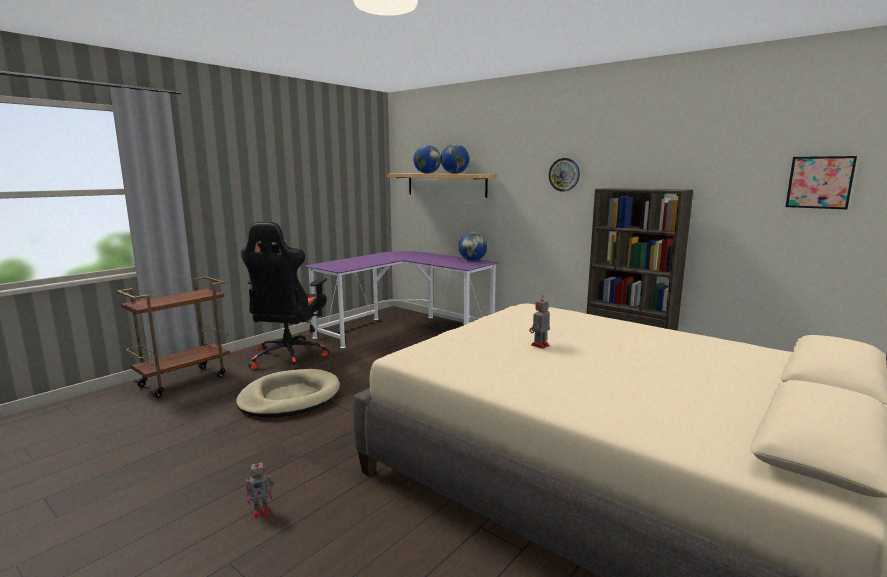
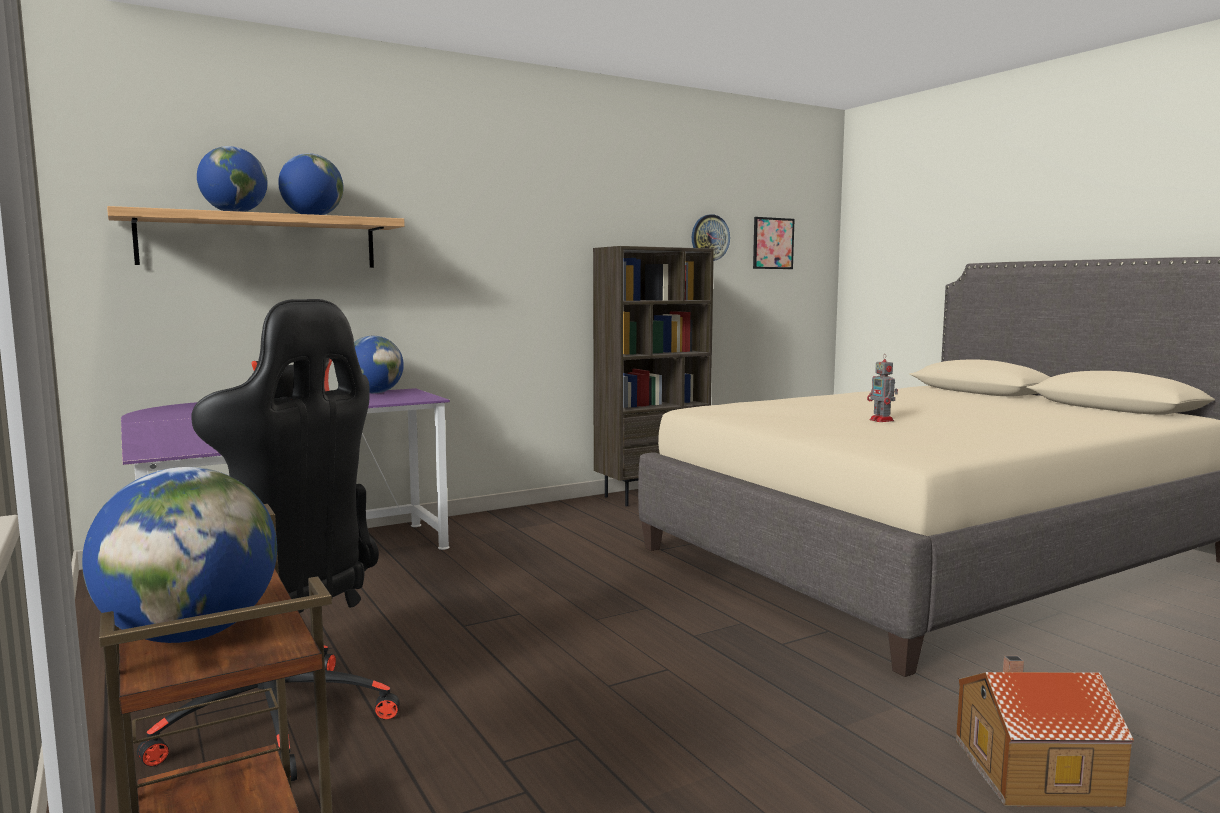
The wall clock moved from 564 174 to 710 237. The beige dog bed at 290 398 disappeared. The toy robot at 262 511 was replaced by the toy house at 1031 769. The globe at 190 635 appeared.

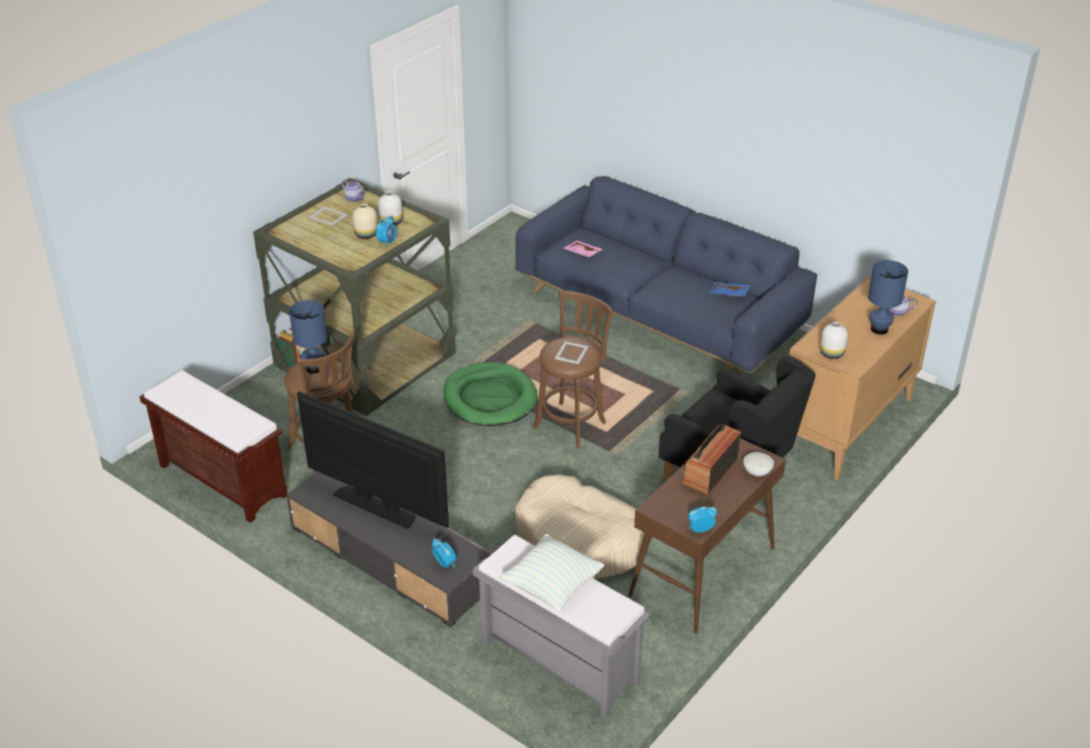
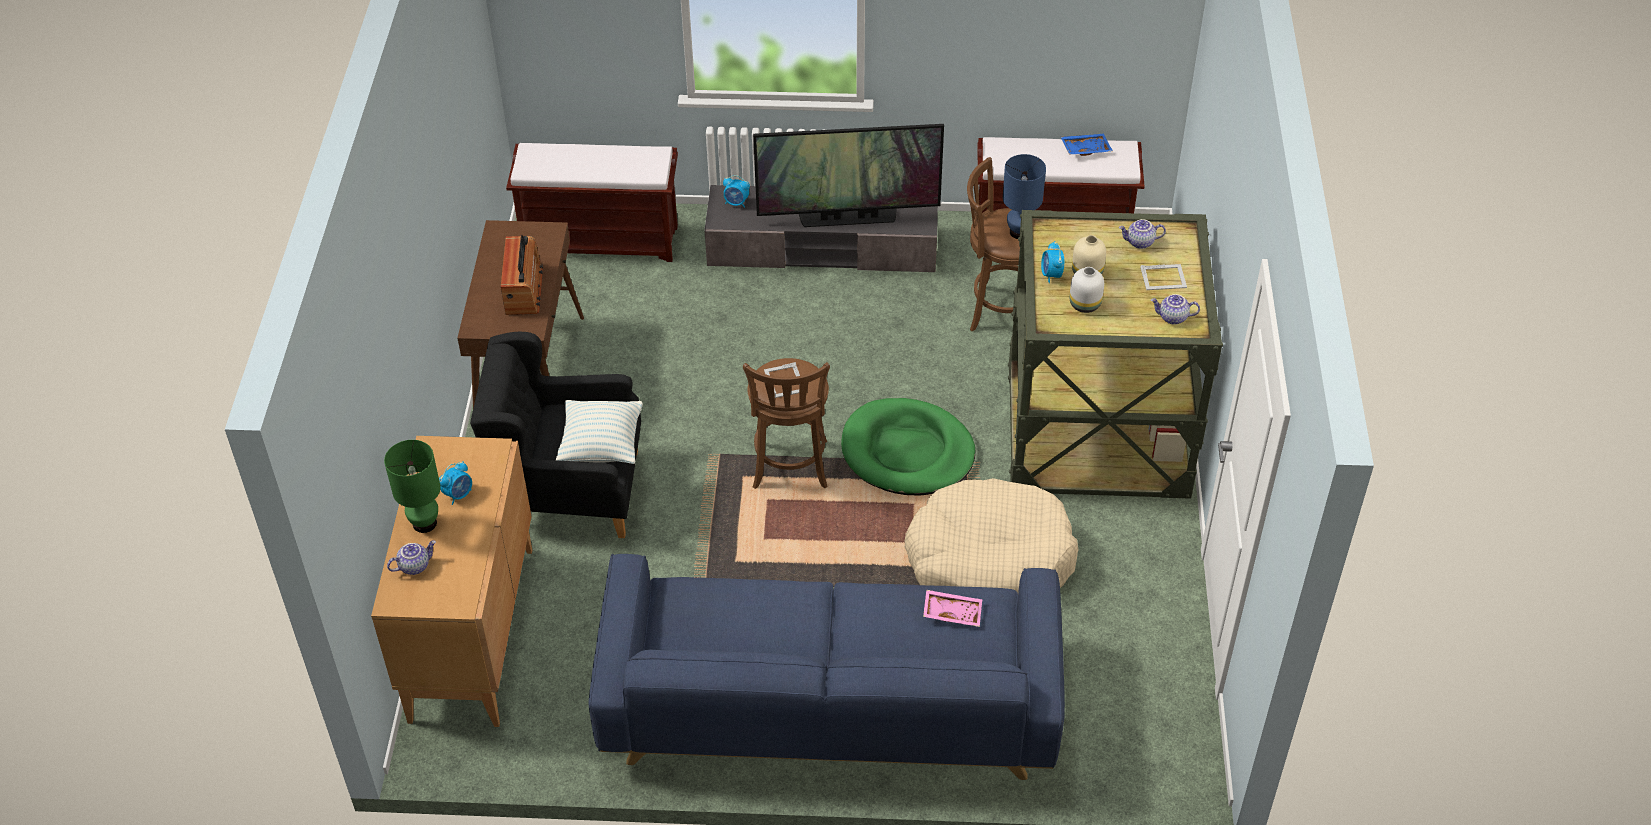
The blue table lamp at 878 329 became the green table lamp at 425 523. The blue tray moved from 729 294 to 1085 149. The white vase at 831 354 disappeared. The white bowl at 757 472 disappeared. The beige dog bed moved from 580 540 to 989 559. The alarm clock moved from 700 529 to 459 494. The pillow moved from 552 586 to 601 446. The grey bench at 557 661 became the brown bench at 602 240. The teapot at 1140 243 appeared.

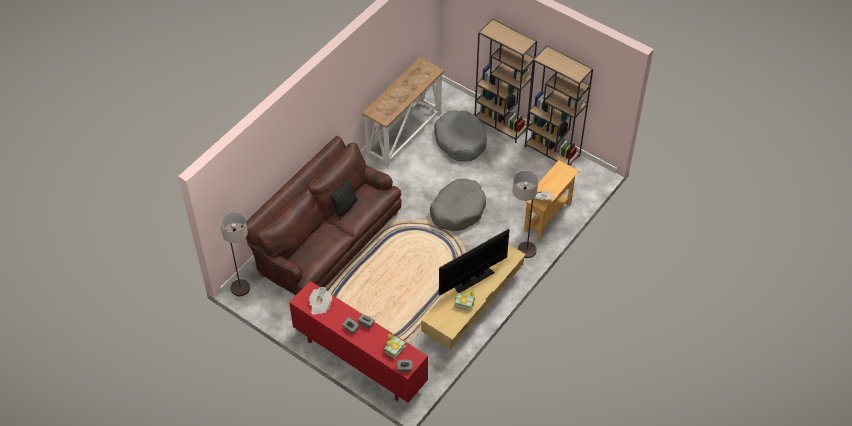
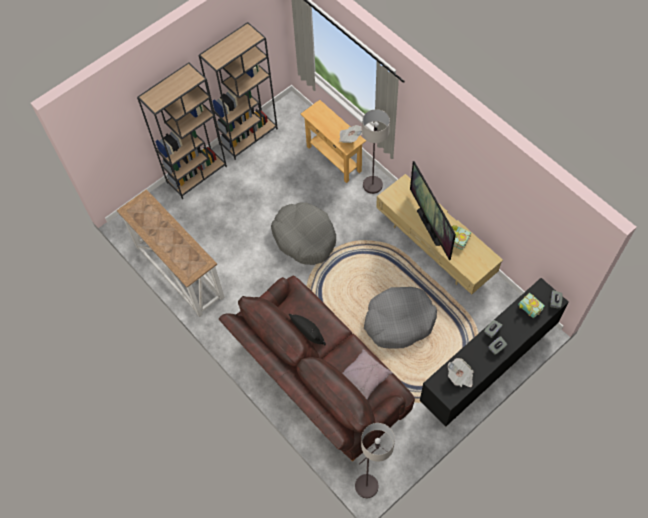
The grey dog bed moved from 460 141 to 399 321. The red cabinet at 359 361 became the black cabinet at 488 368. The purple pillow at 365 377 appeared.

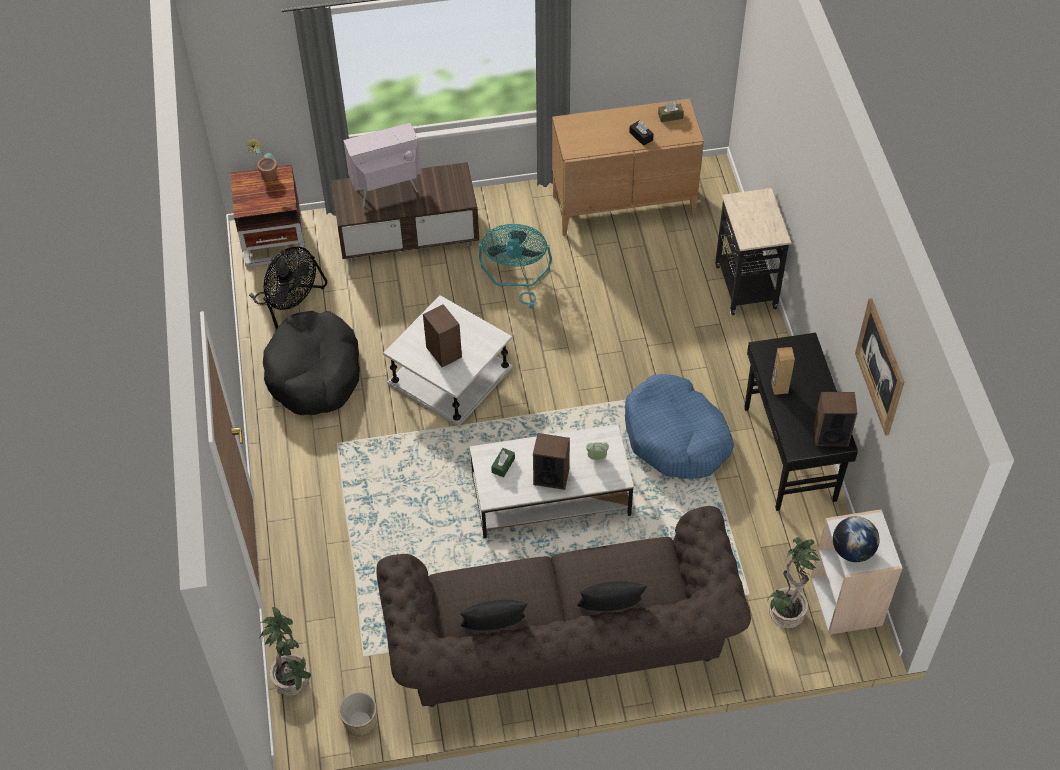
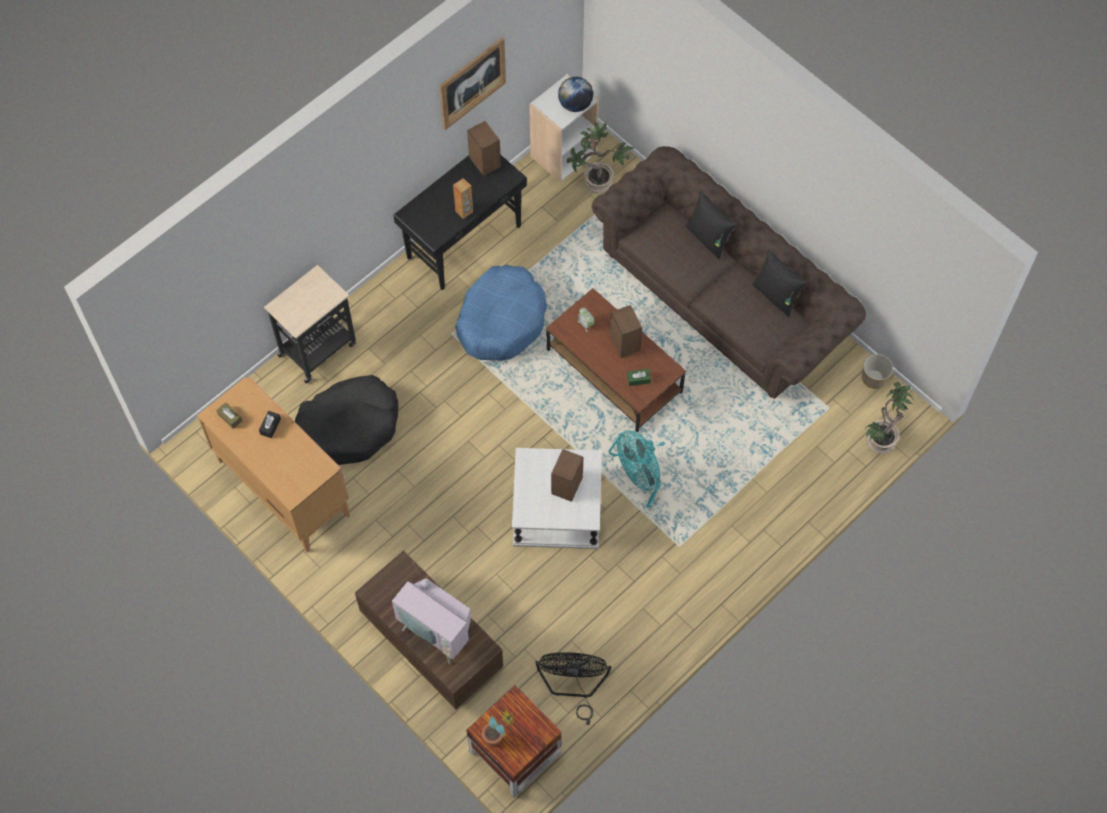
The turquoise fan moved from 517 278 to 641 472. The black dog bed moved from 314 373 to 349 426. The white coffee table at 551 496 became the brown coffee table at 614 370.

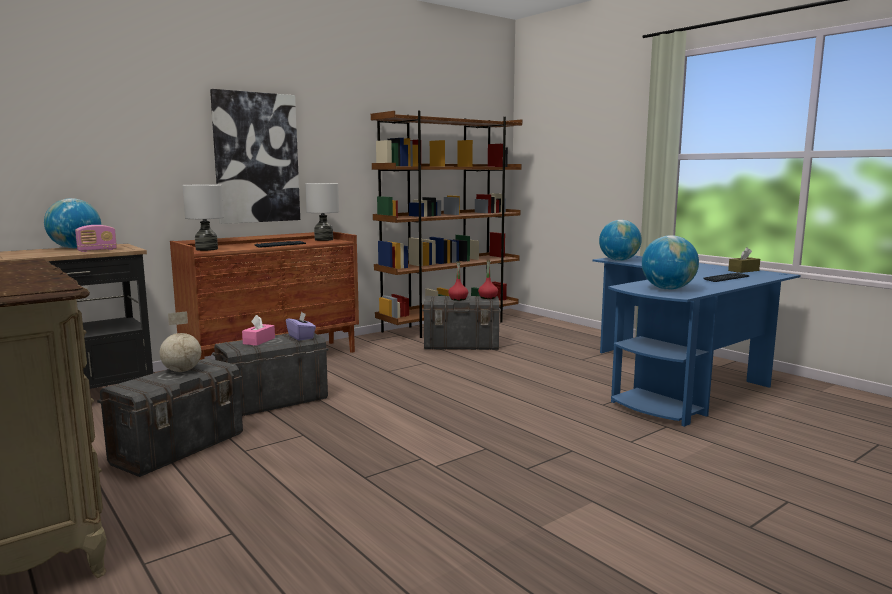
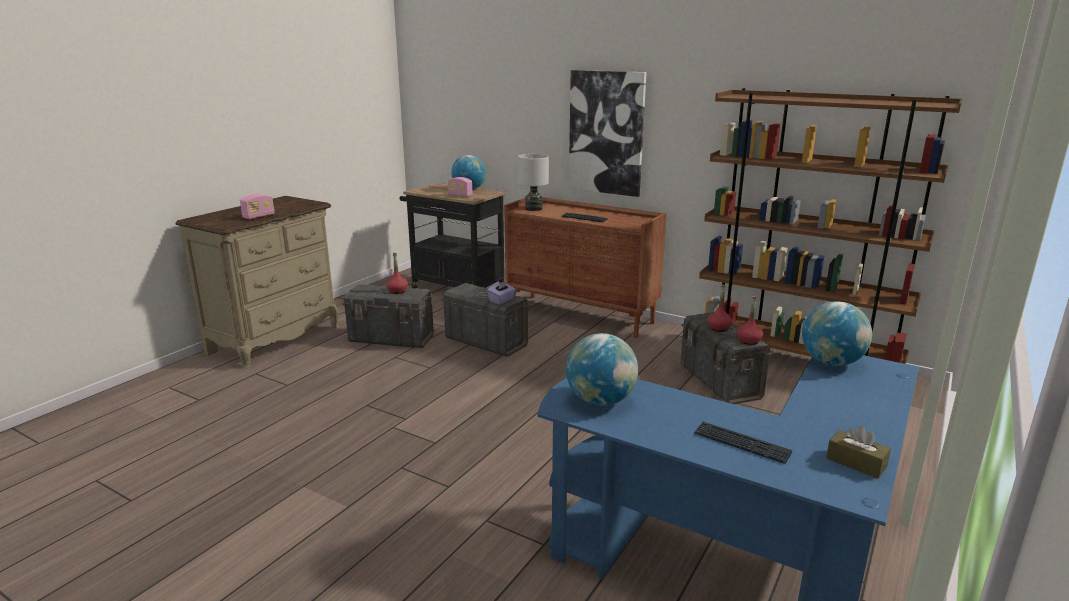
The grey table lamp at 324 240 disappeared. The globe at 181 371 was replaced by the red bottle at 397 291. The pink tissue box at 259 341 disappeared. The radio at 258 216 appeared.

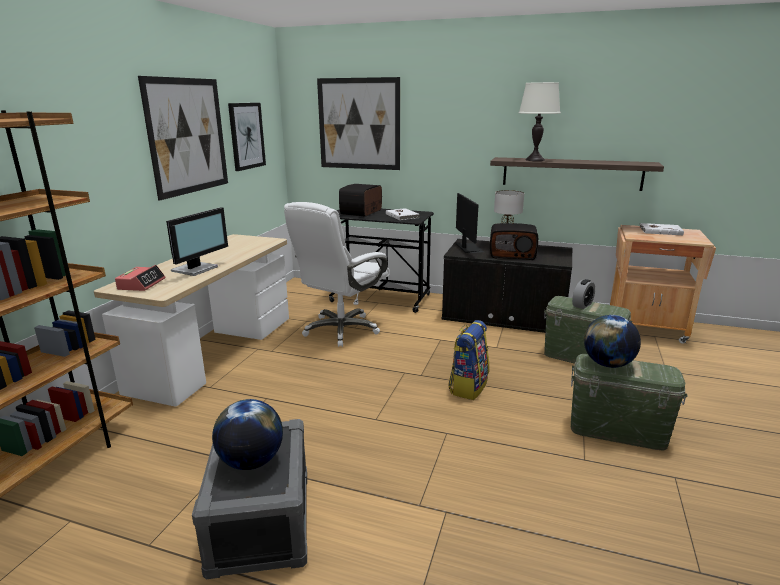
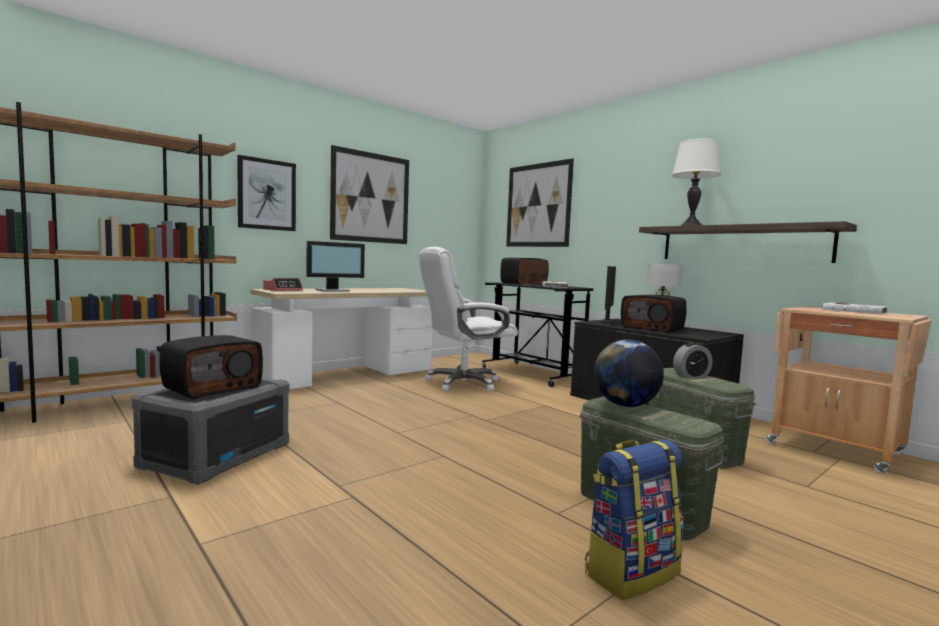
The picture moved from 246 136 to 267 194. The backpack moved from 468 386 to 631 572. The globe at 251 462 was replaced by the radio at 212 387.

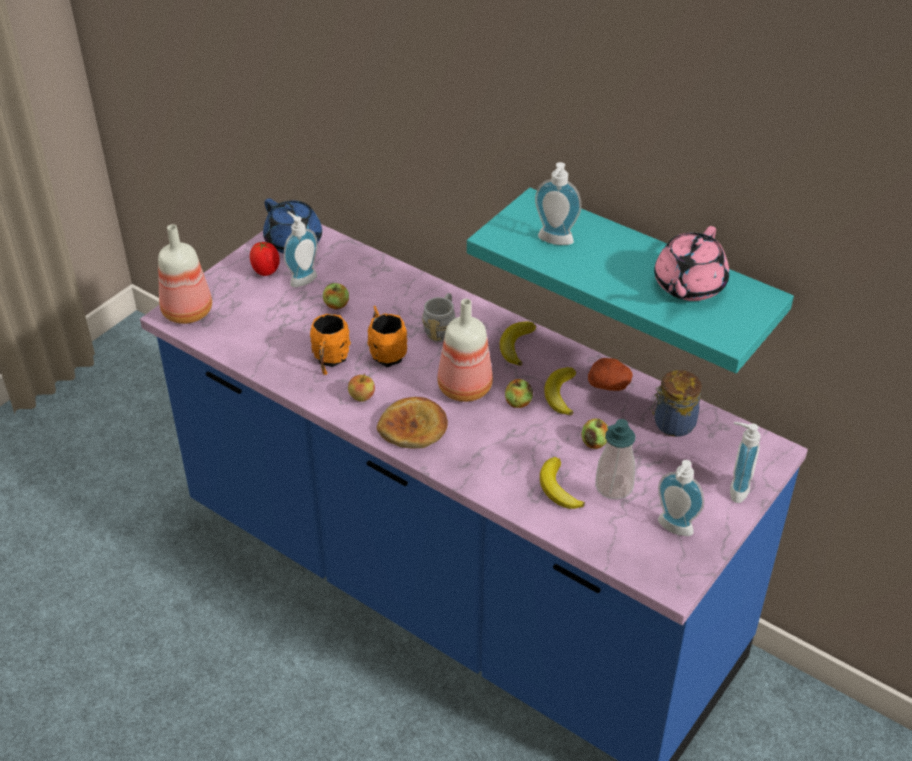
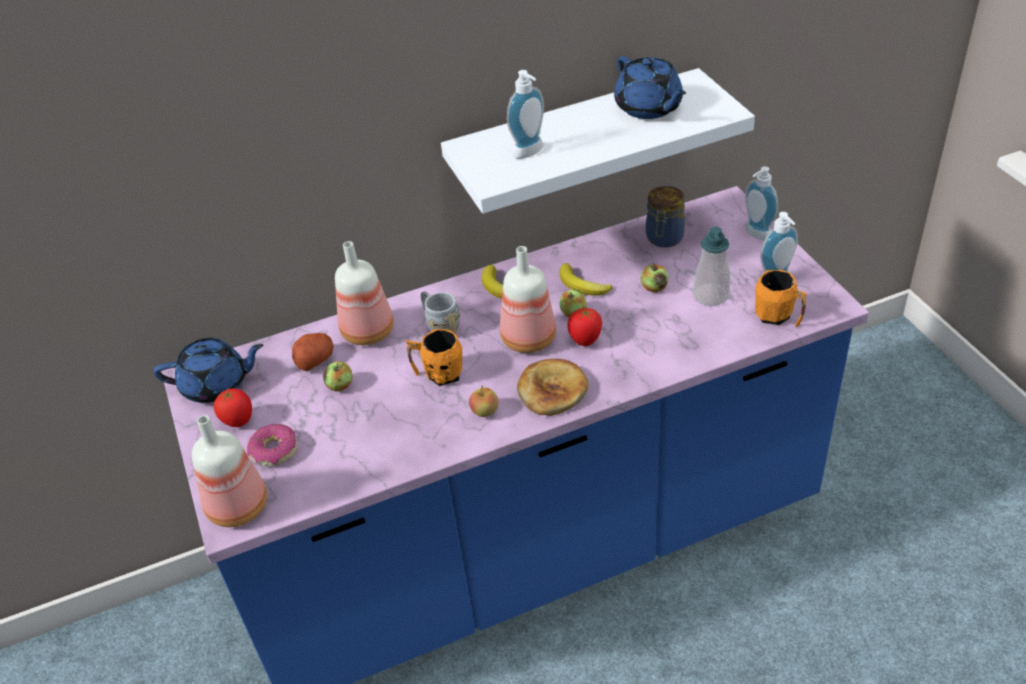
The turquoise shelf at 650 276 became the white shelf at 575 142. The soap dispenser at 301 278 disappeared. The pink teapot at 688 286 became the blue teapot at 649 108. The orange mug moved from 329 360 to 778 317. The potato moved from 609 384 to 315 359. The banana at 558 488 disappeared. The bottle at 367 331 appeared. The tomato at 585 341 appeared. The donut at 274 451 appeared.

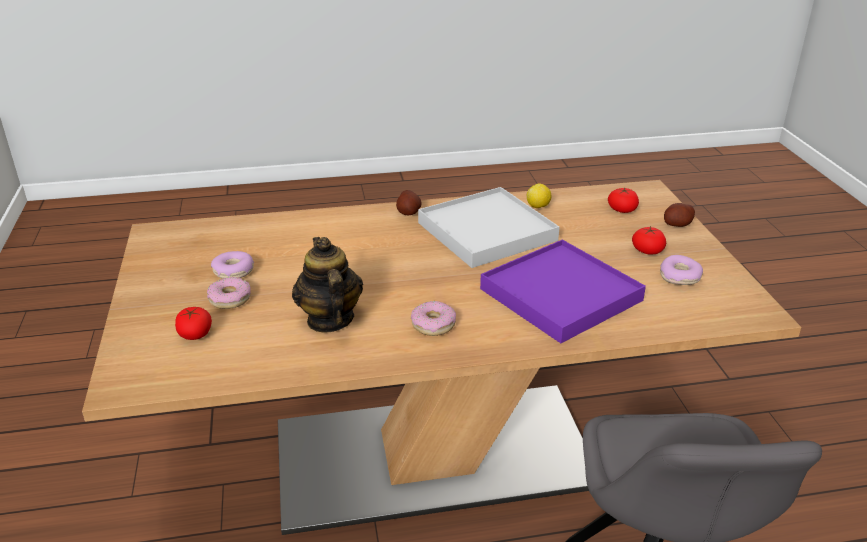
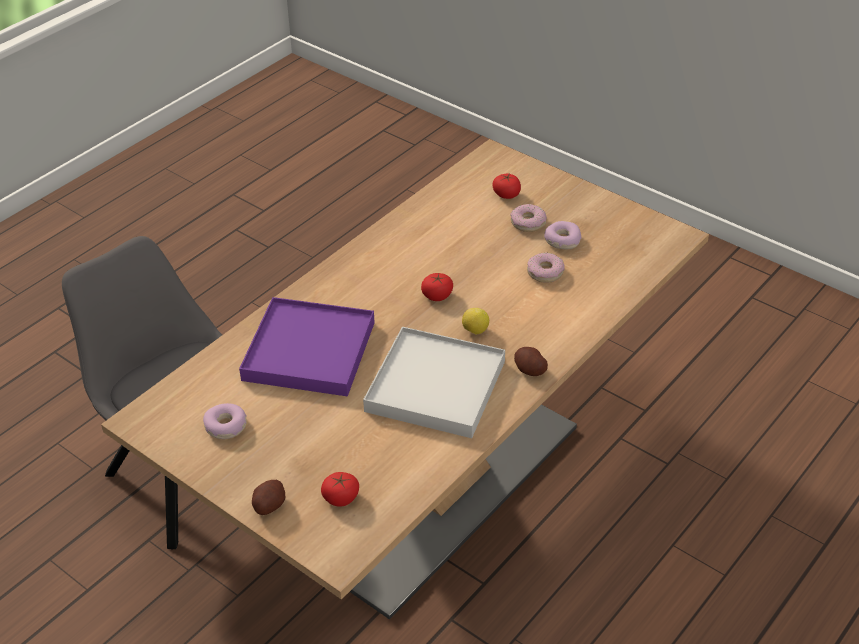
The lemon moved from 538 206 to 475 330. The tomato moved from 647 250 to 437 295. The teapot at 329 319 disappeared. The donut moved from 433 324 to 545 272.

